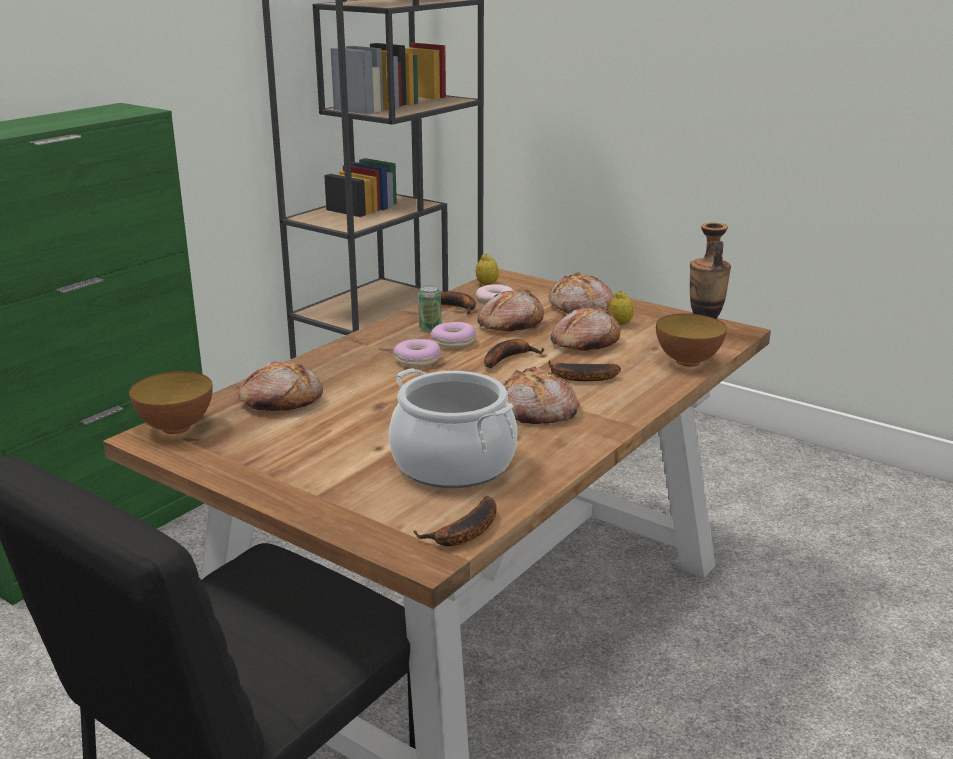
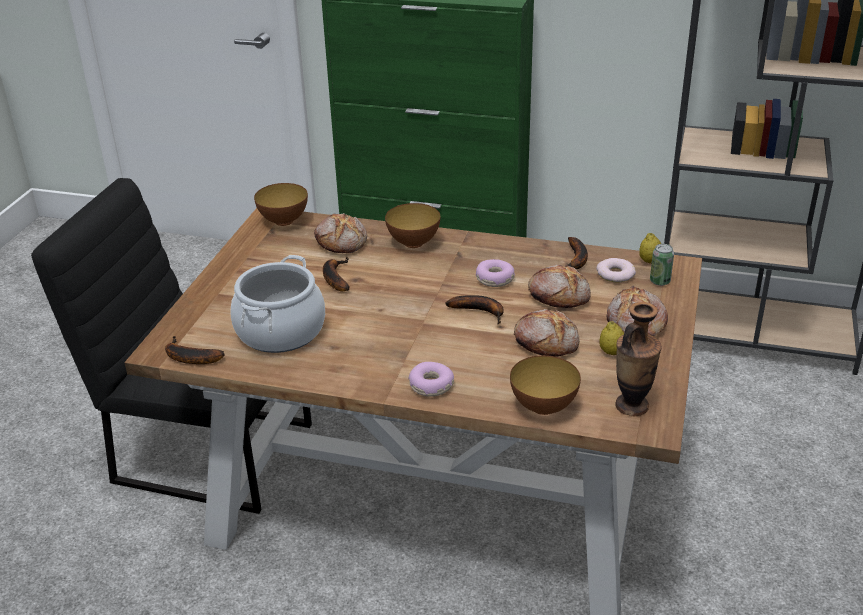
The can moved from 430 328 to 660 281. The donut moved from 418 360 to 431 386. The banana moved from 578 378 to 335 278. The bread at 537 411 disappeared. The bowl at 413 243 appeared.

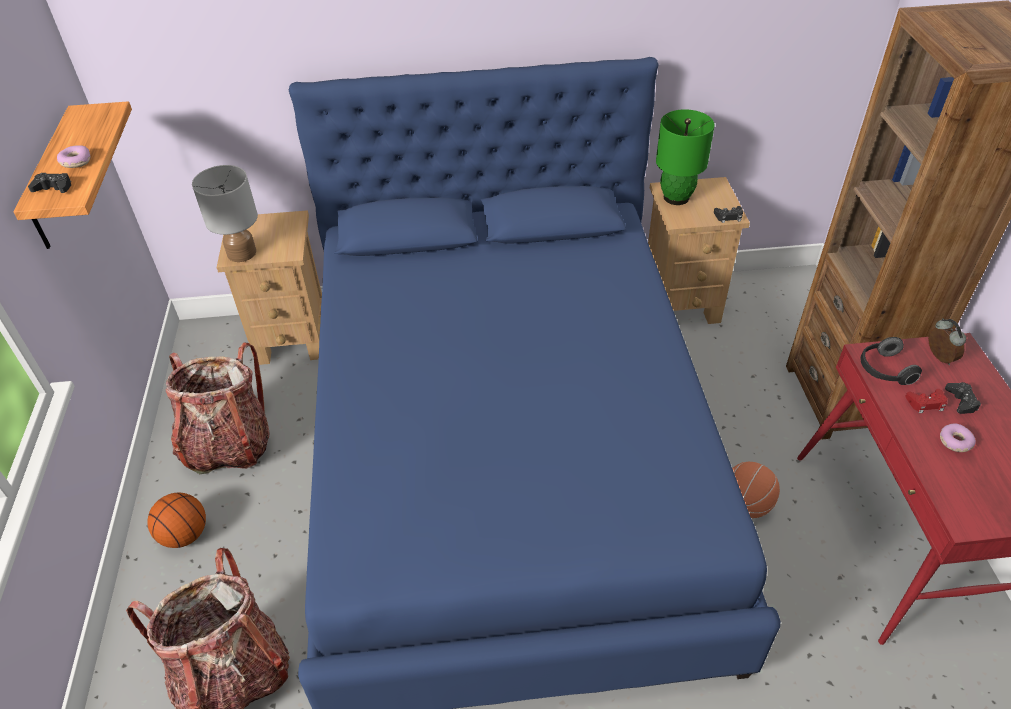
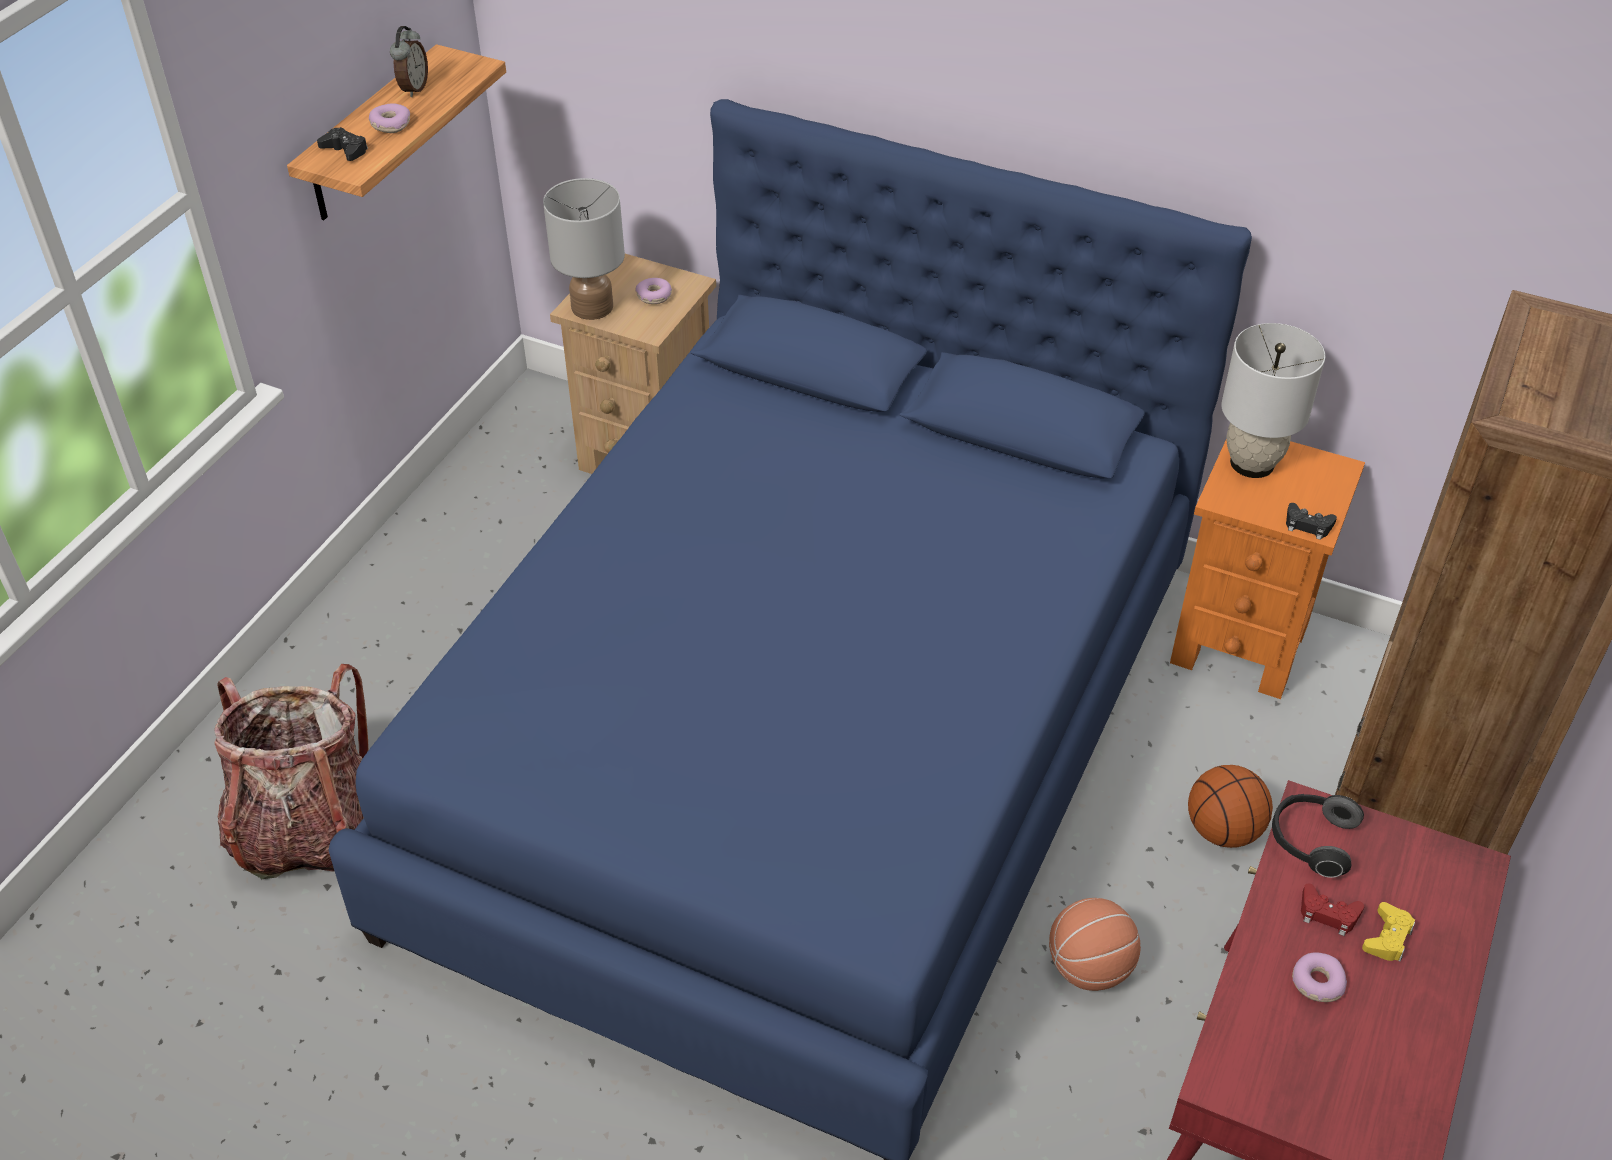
The green table lamp at 676 197 became the white table lamp at 1252 463. The beige nightstand at 682 305 became the orange nightstand at 1240 645. The alarm clock moved from 938 357 to 413 89. The backpack at 228 445 disappeared. The black game controller at 961 401 became the yellow game controller at 1387 937. The basketball moved from 185 535 to 1223 831. The donut at 654 296 appeared.

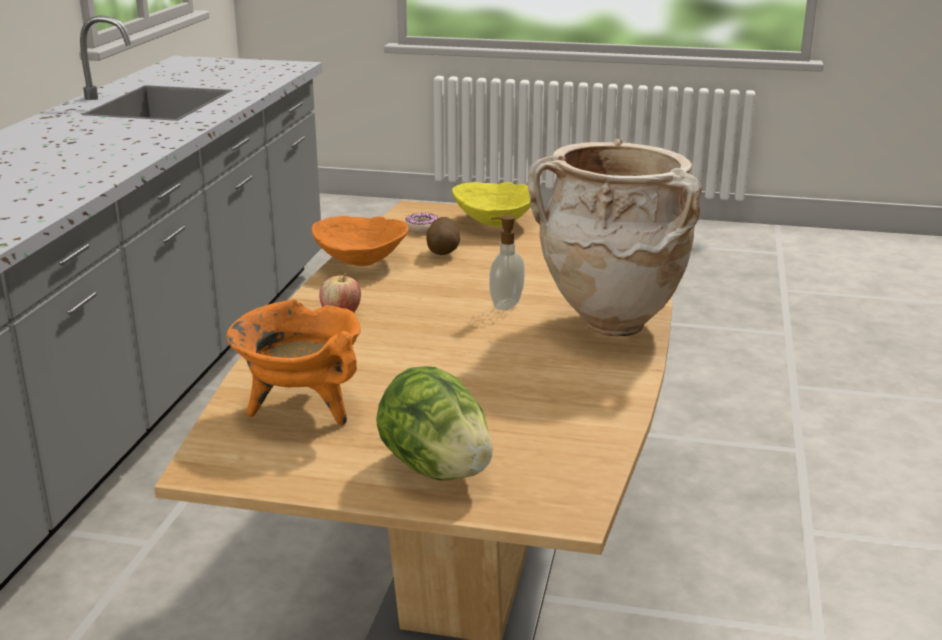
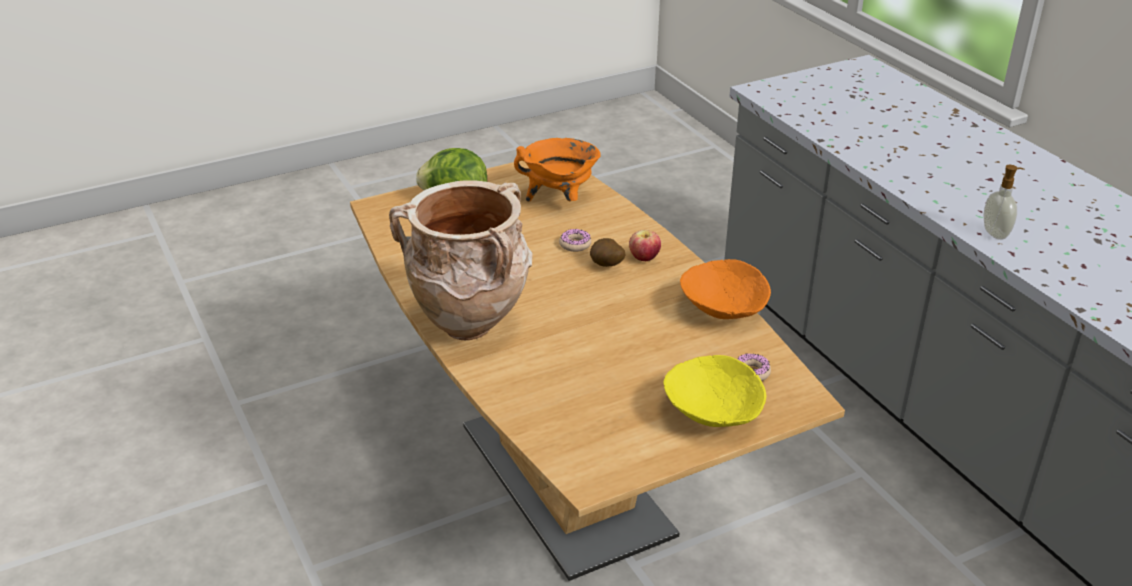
The soap dispenser moved from 505 304 to 996 233. The potato moved from 443 253 to 606 266. The donut at 575 244 appeared.

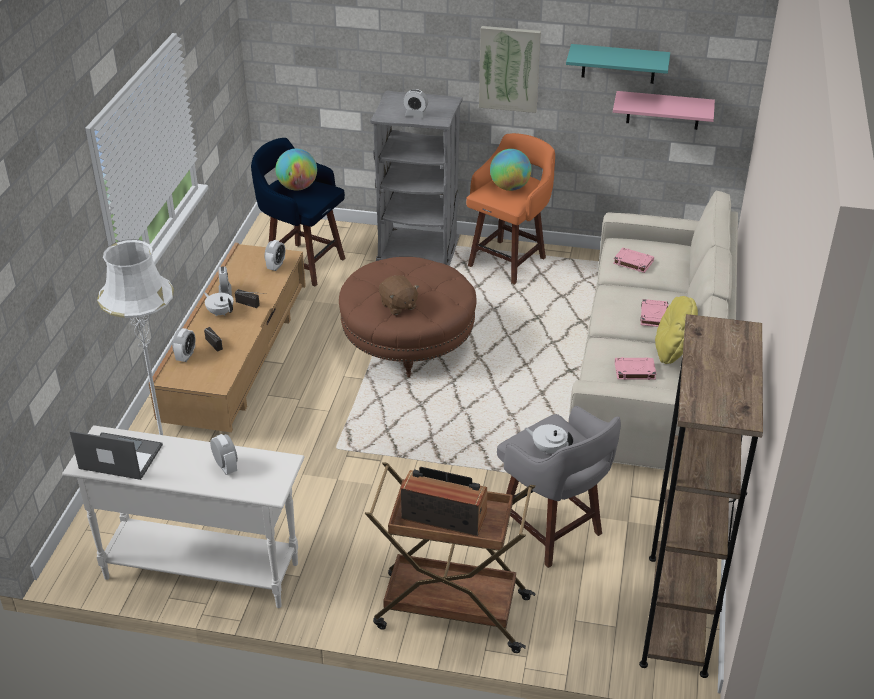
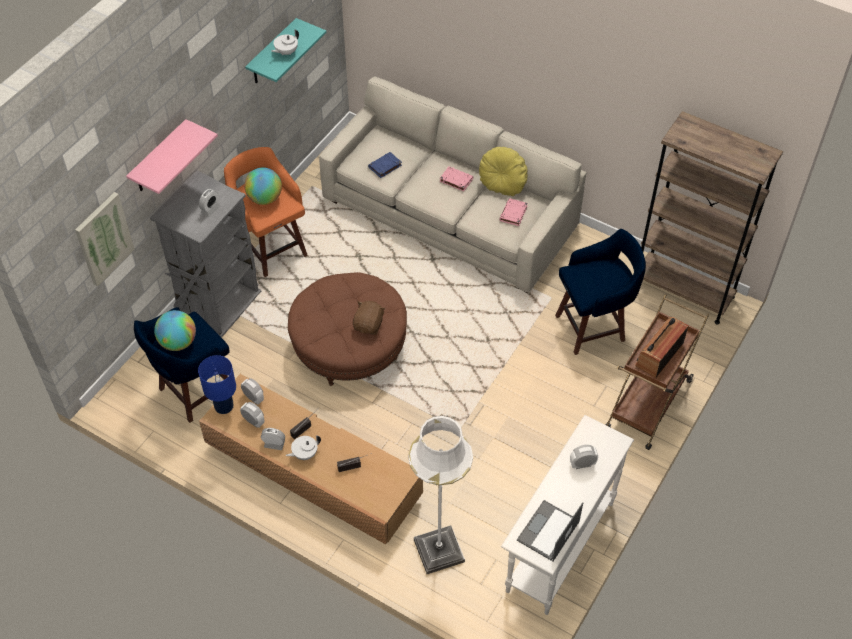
The picture moved from 509 69 to 103 238. The pink shelf moved from 663 110 to 159 158. The pink book at 632 262 became the blue book at 385 166. The brown plush toy at 398 306 turned 60 degrees counterclockwise. The alarm clock moved from 186 356 to 253 421. The grey stool at 552 532 became the blue stool at 593 327. The white teapot moved from 548 448 to 286 52. The blue table lamp at 224 408 appeared.

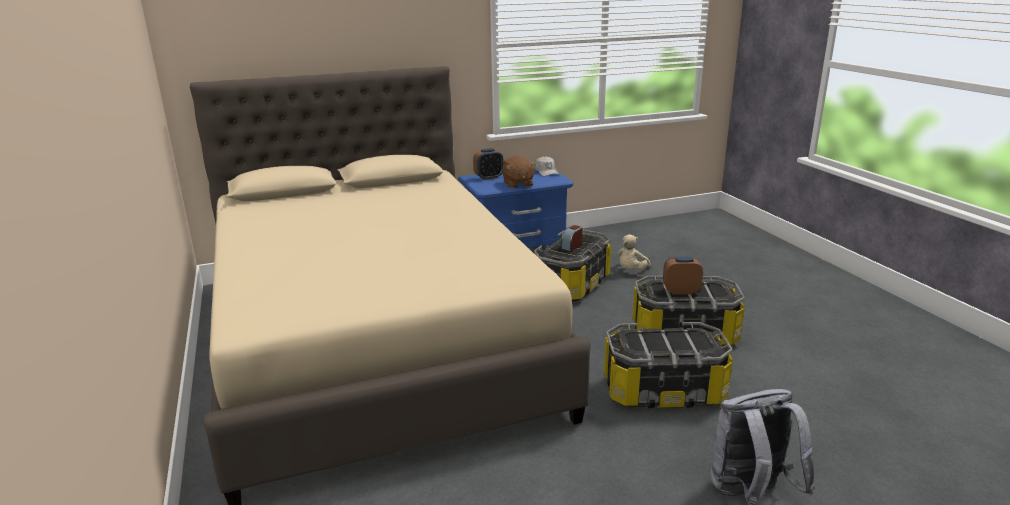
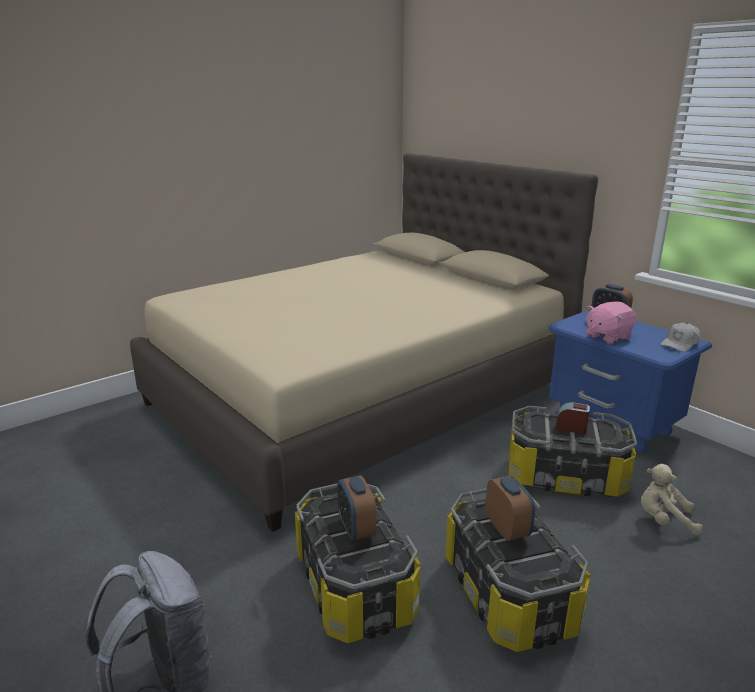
The brown plush toy at 517 184 became the pink plush toy at 607 336. The alarm clock at 356 529 appeared.

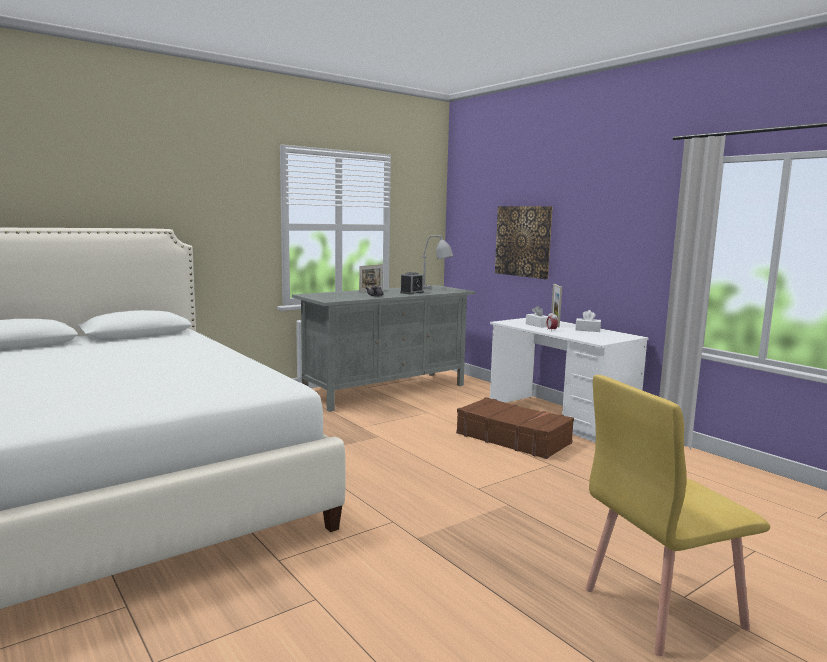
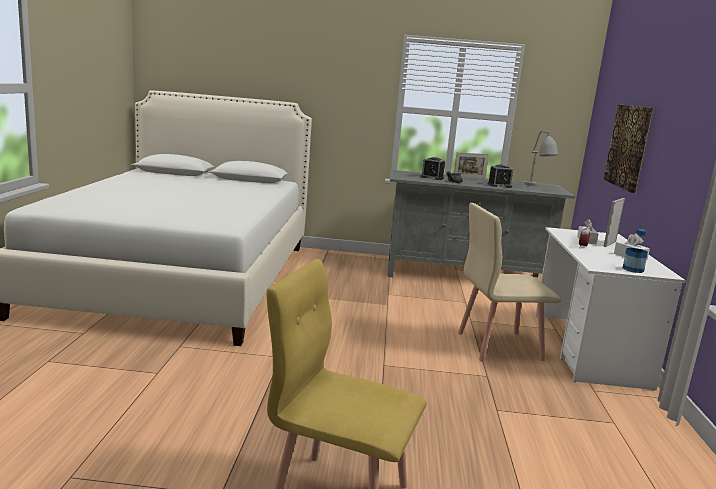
The brown suitcase at 513 438 was replaced by the beige chair at 498 346. The alarm clock at 432 177 appeared. The bottle at 633 269 appeared.

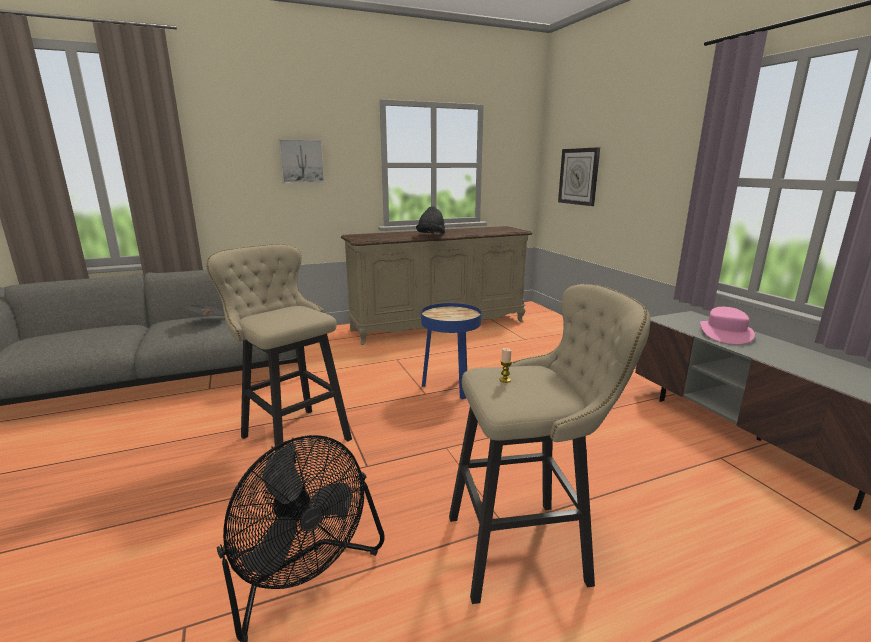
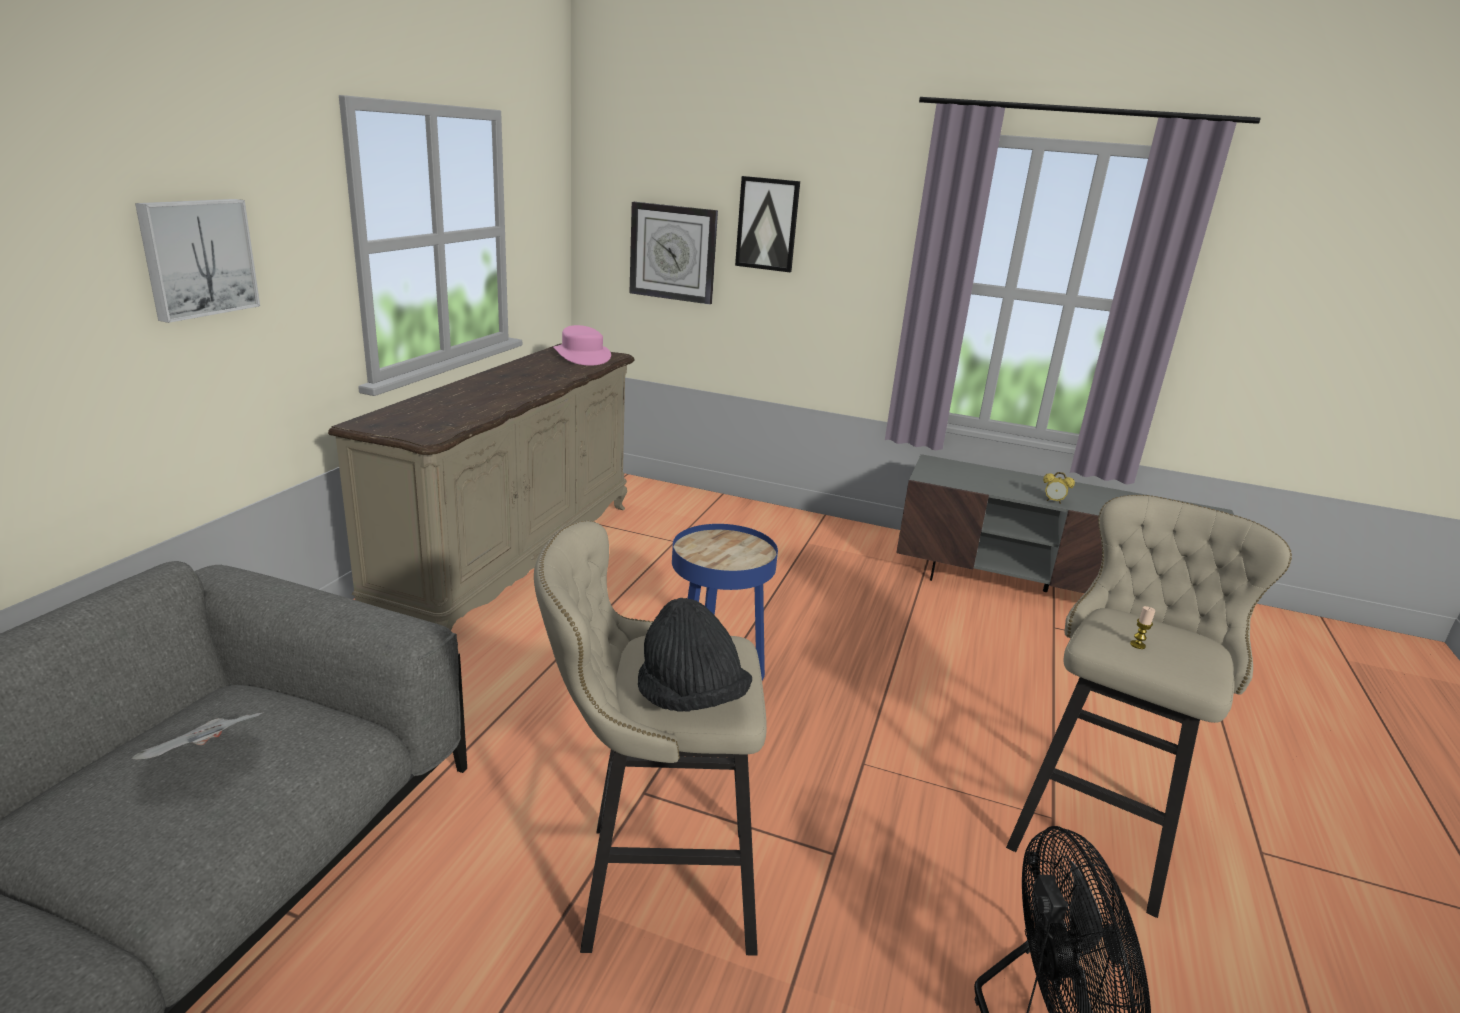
The black hat moved from 431 235 to 690 698. The pink hat moved from 725 333 to 582 356. The picture at 767 224 appeared. The alarm clock at 1053 501 appeared.

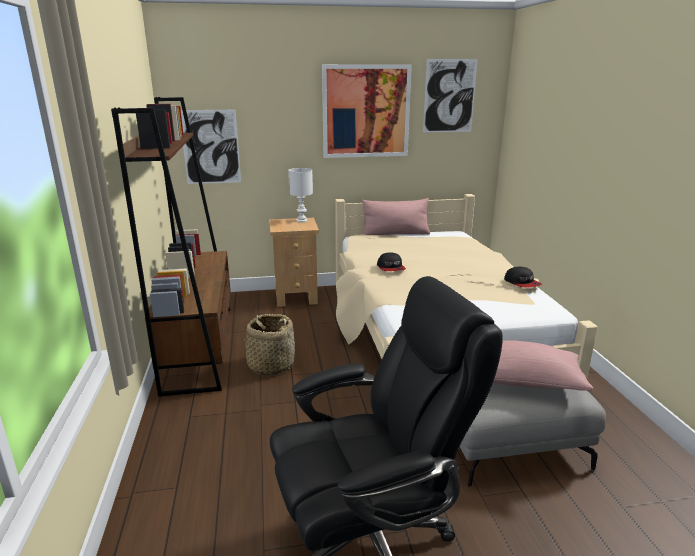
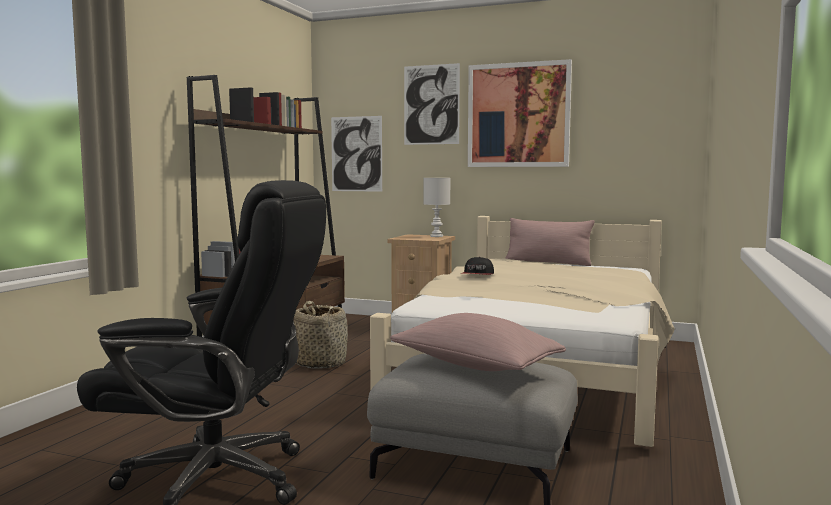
The picture moved from 449 96 to 431 104. The cap at 522 283 disappeared.

